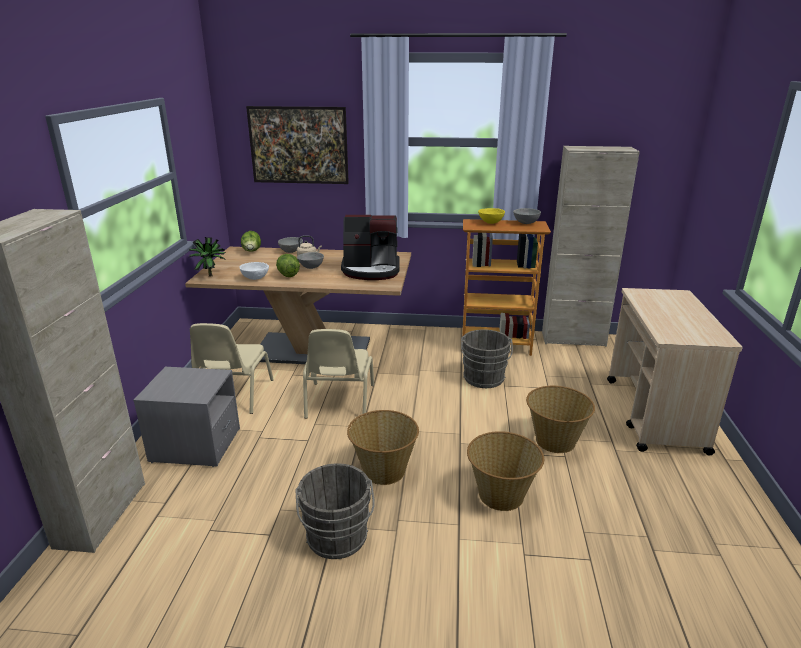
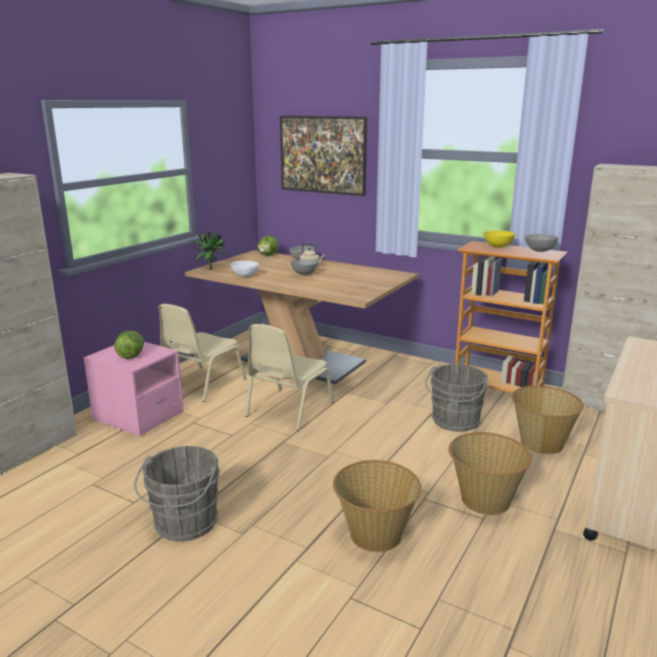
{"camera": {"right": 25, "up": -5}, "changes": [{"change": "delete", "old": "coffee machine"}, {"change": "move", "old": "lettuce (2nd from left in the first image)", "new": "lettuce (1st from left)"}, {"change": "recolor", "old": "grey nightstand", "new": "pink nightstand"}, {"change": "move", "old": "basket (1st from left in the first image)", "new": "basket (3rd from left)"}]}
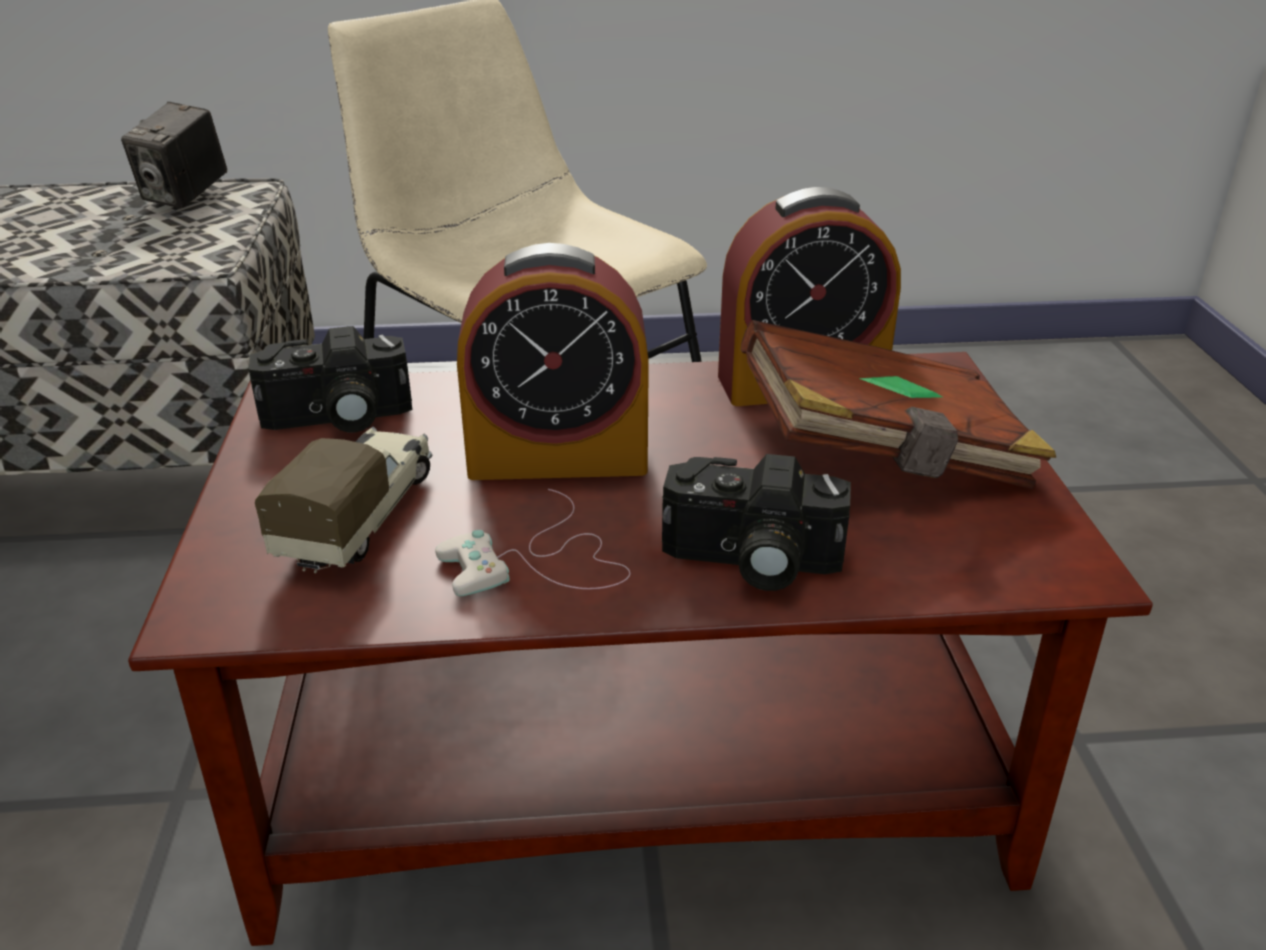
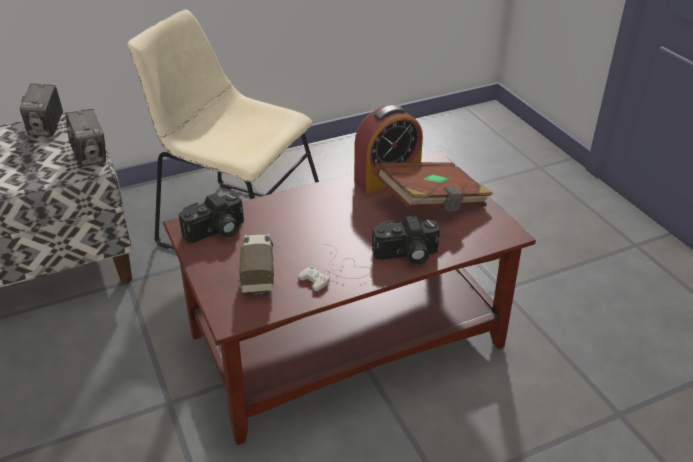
{"camera": {"right": -20, "up": 5}, "changes": [{"change": "delete", "old": "alarm clock (1st from left)"}, {"change": "insert", "new": "photo camera (2nd from left)"}]}
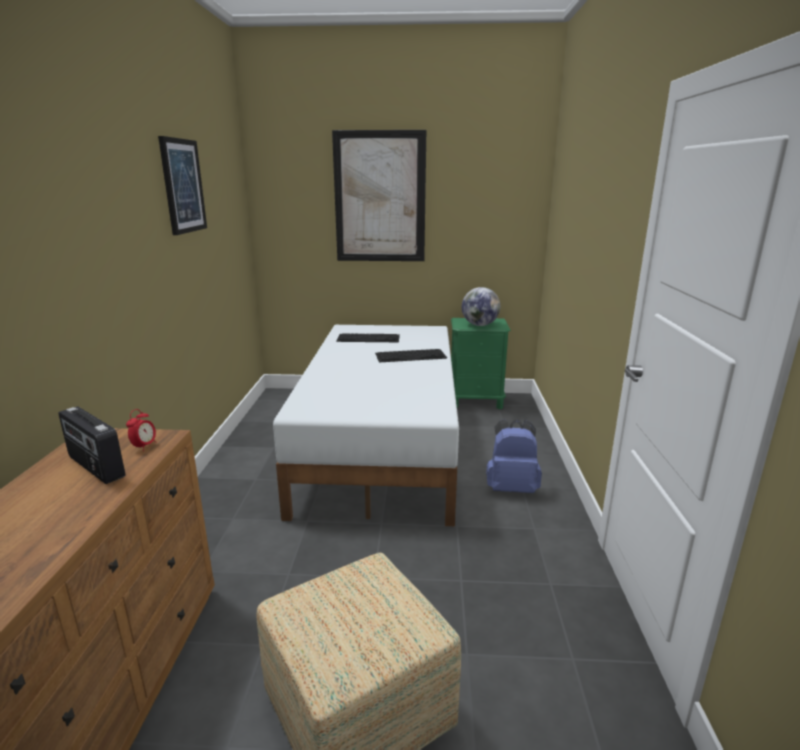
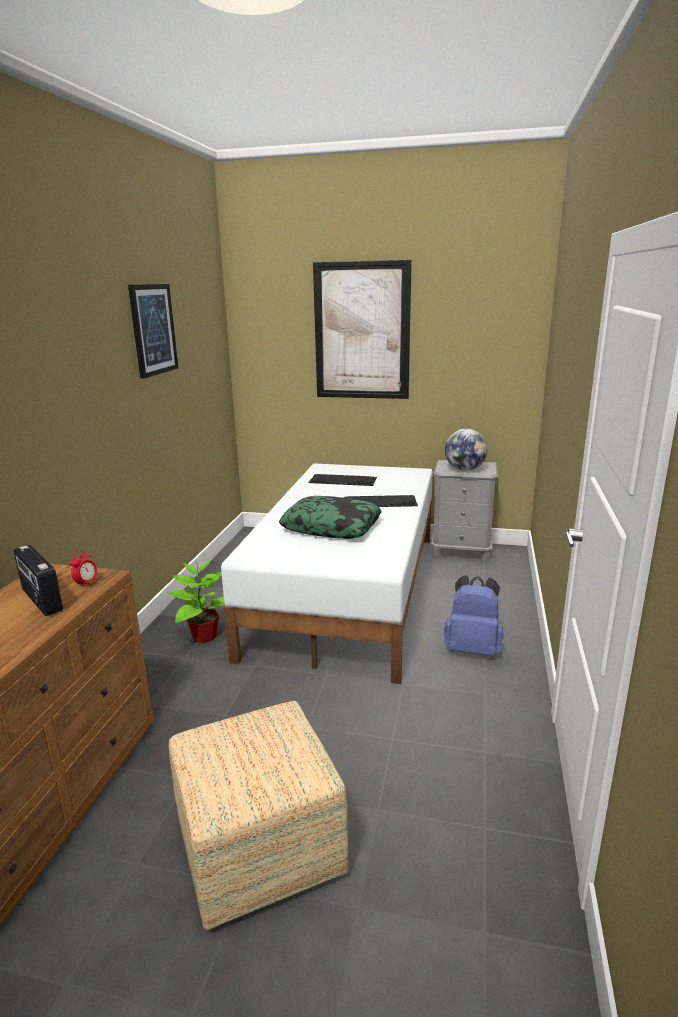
{"camera": {"right": 10, "up": 0}, "changes": [{"change": "recolor", "old": "green nightstand", "new": "grey nightstand"}, {"change": "insert", "new": "pillow"}, {"change": "insert", "new": "potted plant"}]}
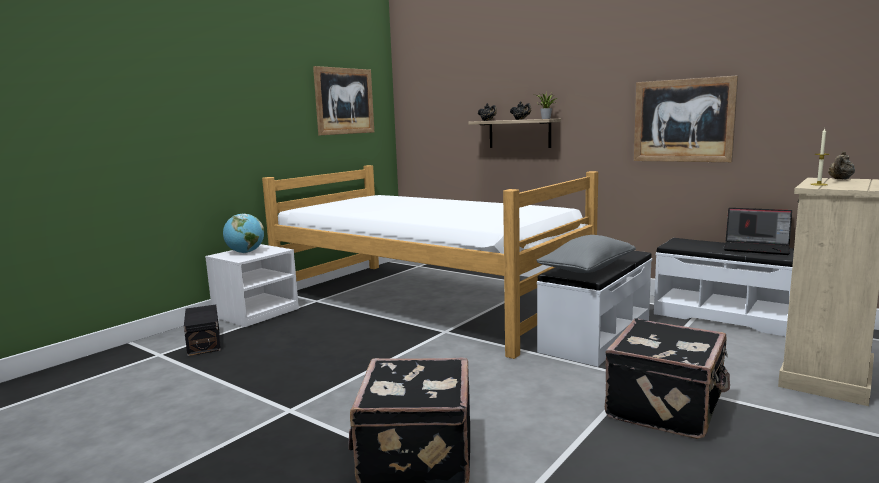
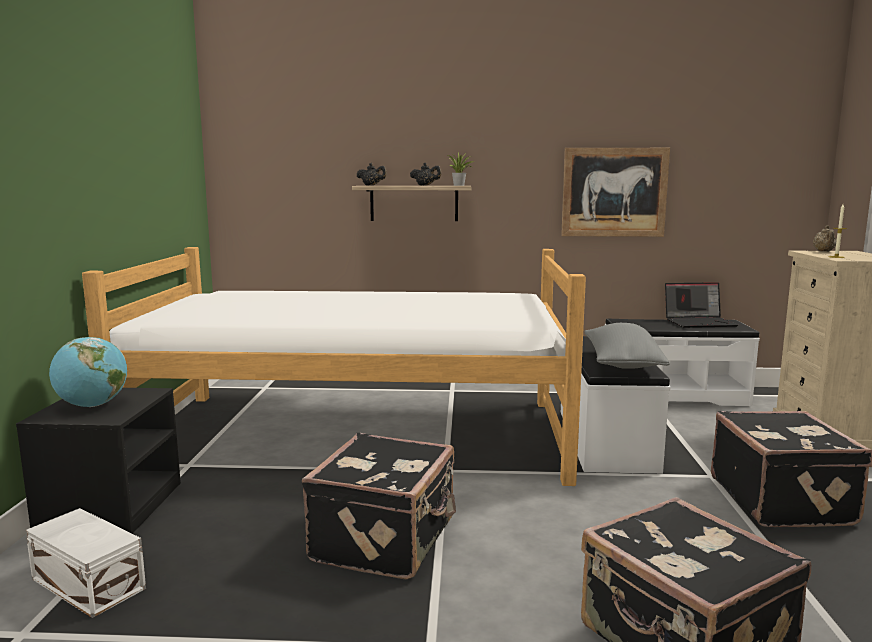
{"camera": {"right": -35, "up": 0}, "changes": [{"change": "delete", "old": "picture (1st from left)"}, {"change": "recolor", "old": "white nightstand", "new": "black nightstand"}, {"change": "recolor", "old": "black storage box", "new": "white storage box"}, {"change": "insert", "new": "black suitcase (1st from left)"}]}
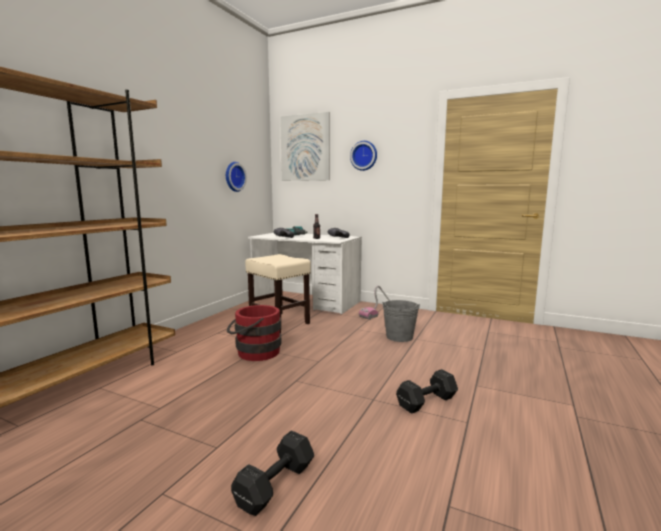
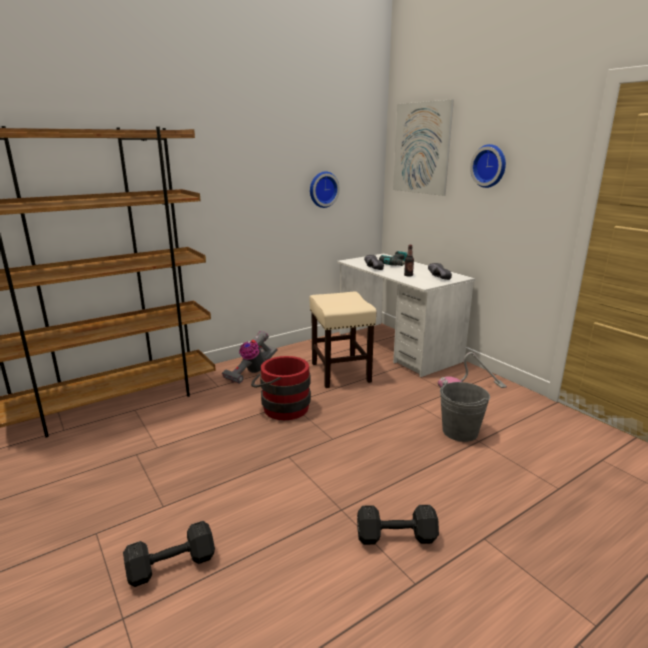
{"camera": {"right": 30, "up": 10}, "changes": [{"change": "insert", "new": "vacuum cleaner (1st from left)"}]}
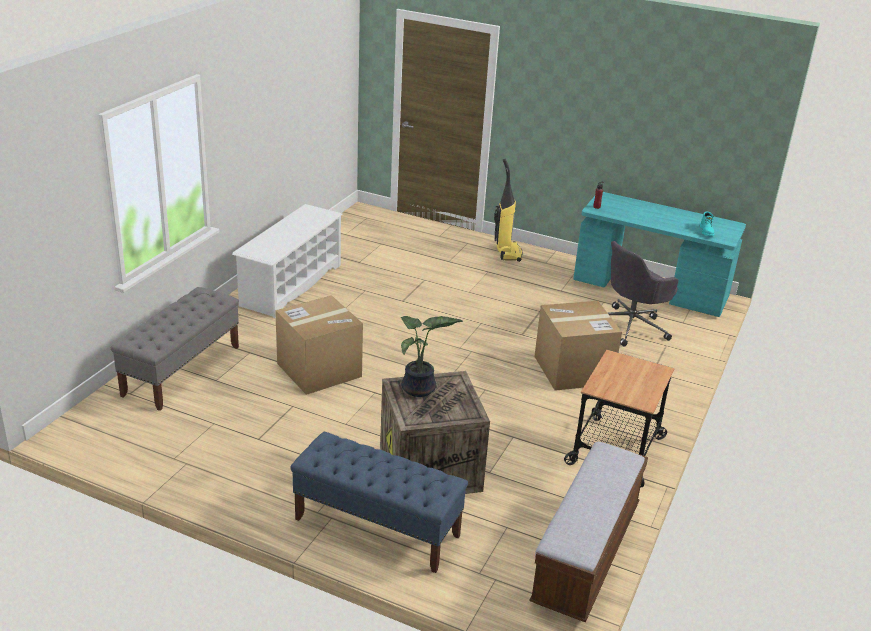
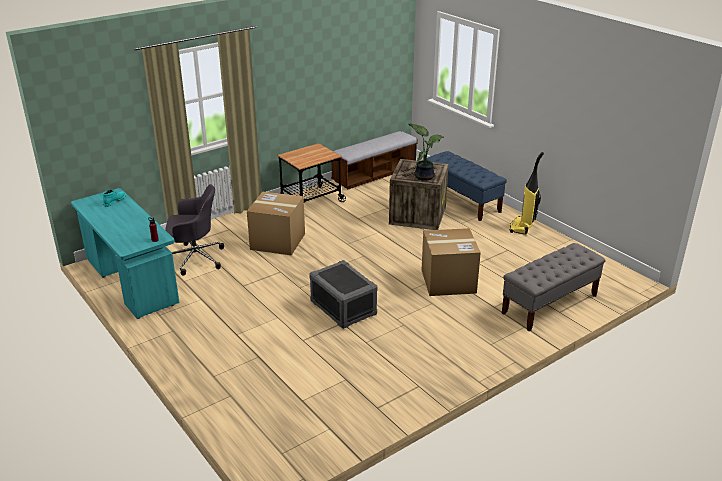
{"camera": {"right": -150, "up": 0}, "changes": [{"change": "move", "old": "vacuum cleaner"}, {"change": "delete", "old": "white shoe rack"}, {"change": "insert", "new": "grey storage box"}]}
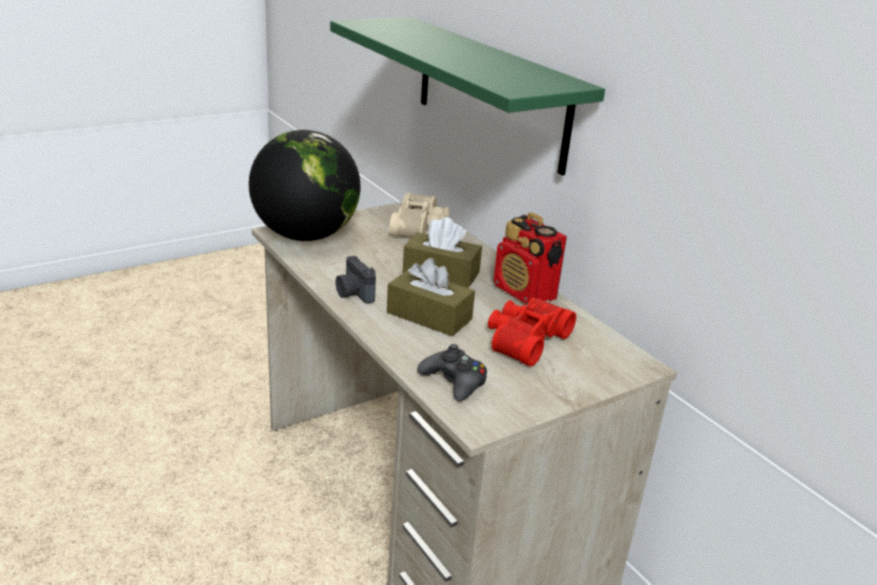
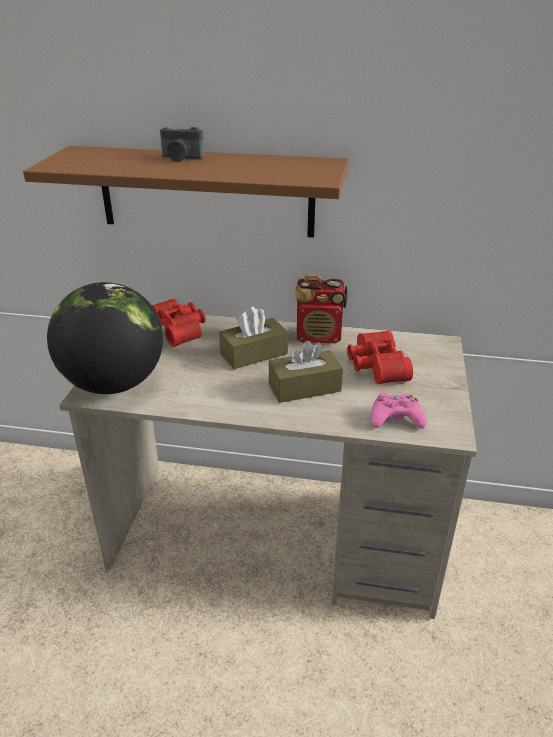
{"camera": {"right": -45, "up": 5}, "changes": [{"change": "recolor", "old": "green shelf", "new": "brown shelf"}, {"change": "recolor", "old": "beige binoculars", "new": "red binoculars (1st from left)"}, {"change": "move", "old": "photo camera"}, {"change": "recolor", "old": "black game controller", "new": "pink game controller"}]}
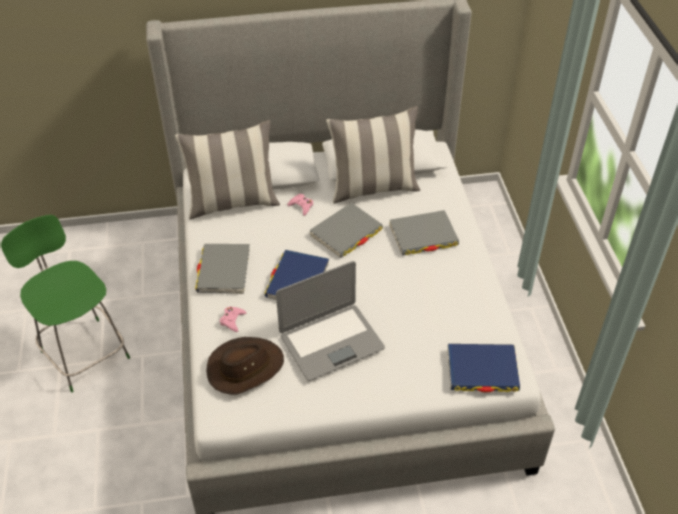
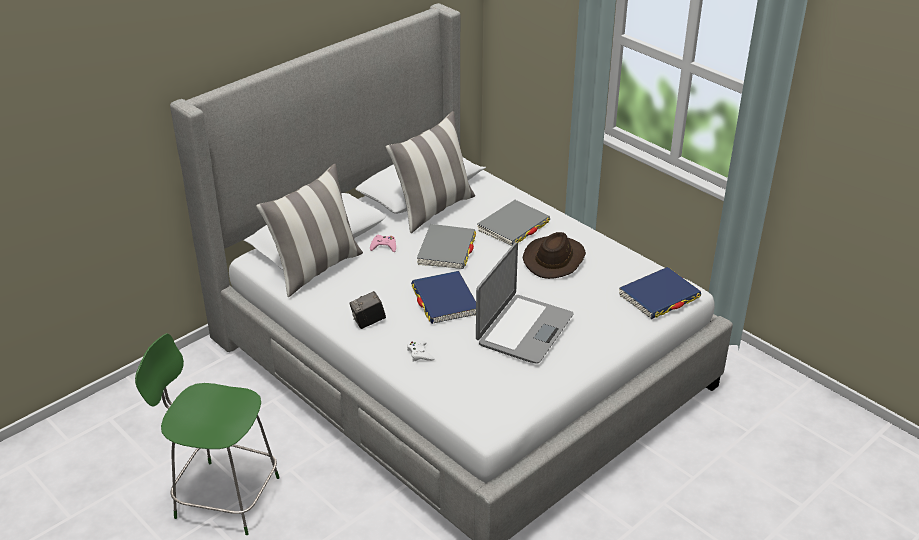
{"camera": {"right": -35, "up": -10}, "changes": [{"change": "replace", "old": "grey book (1st from left)", "new": "photo camera"}, {"change": "recolor", "old": "pink game controller (1st from left)", "new": "white game controller"}, {"change": "move", "old": "brown hat"}]}
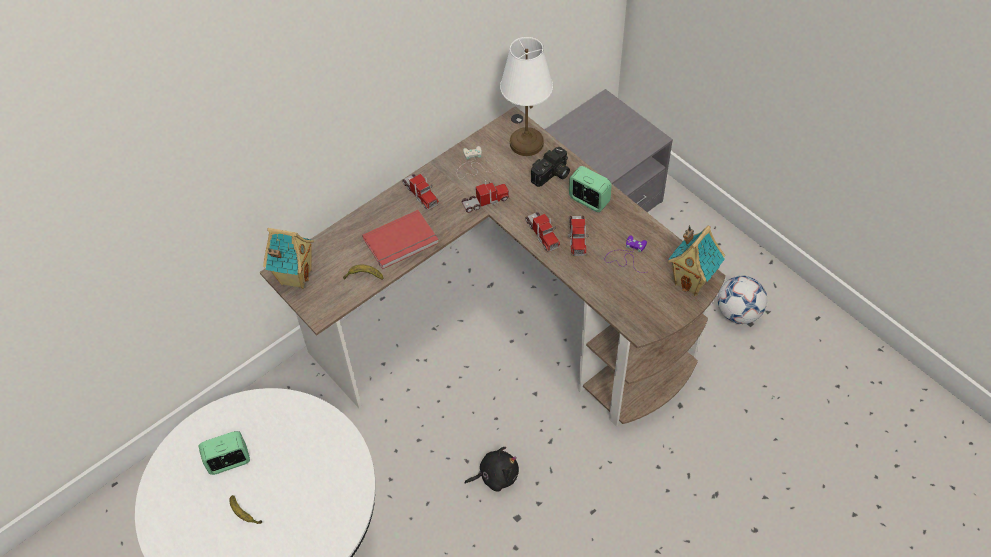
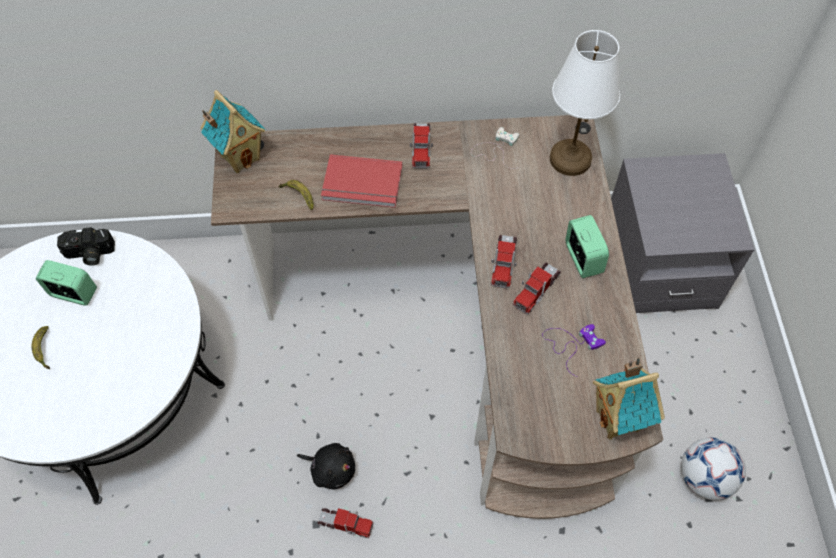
{"camera": {"right": 35, "up": 5}, "changes": [{"change": "move", "old": "photo camera"}, {"change": "move", "old": "toy truck (2nd from left in the first image)", "new": "toy truck (1st from left)"}]}
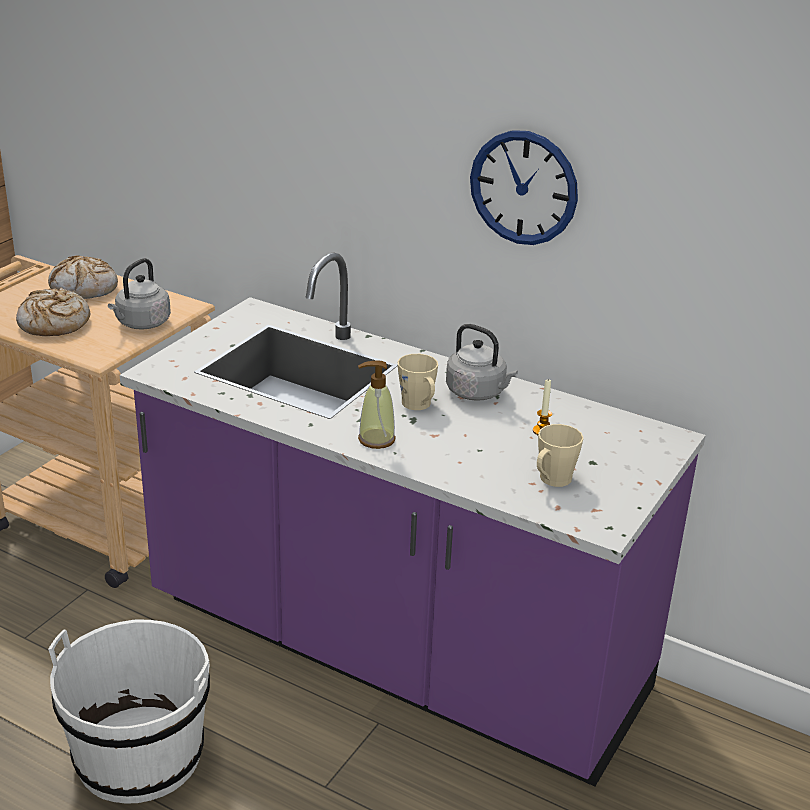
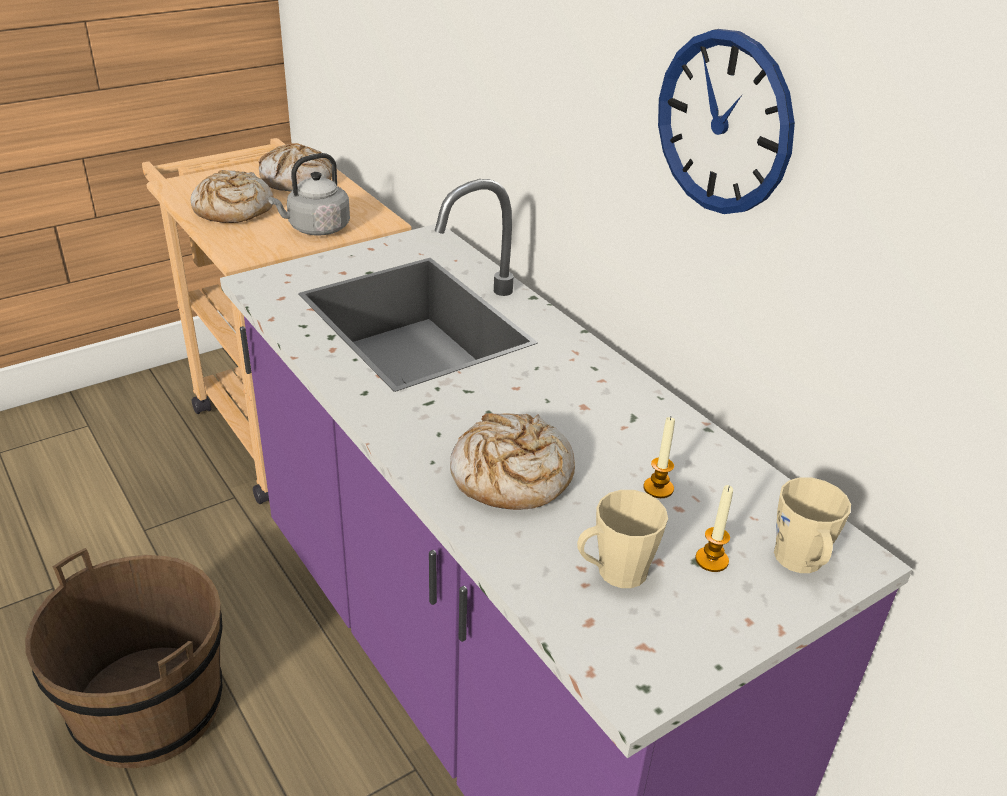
{"camera": {"right": 25, "up": 5}, "changes": [{"change": "delete", "old": "grey kettle (2nd from left)"}, {"change": "move", "old": "beige mug (1st from left in the first image)", "new": "beige mug (2nd from left)"}, {"change": "delete", "old": "soap dispenser"}, {"change": "recolor", "old": "white bucket", "new": "brown bucket"}, {"change": "insert", "new": "bread (3rd from left)"}, {"change": "insert", "new": "candle (2nd from left)"}]}
